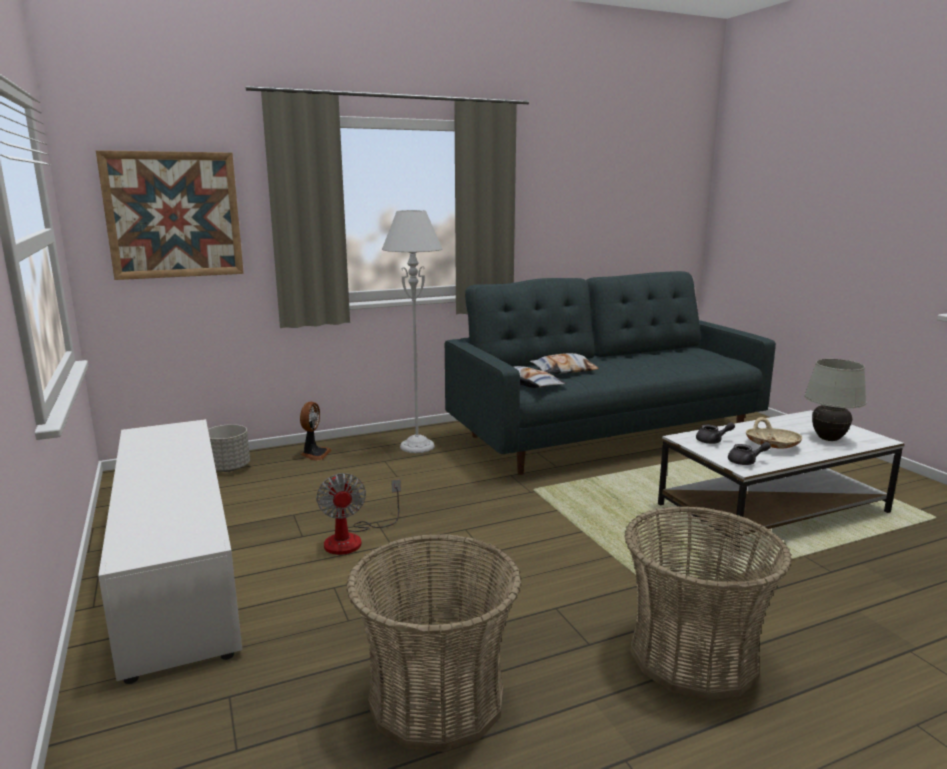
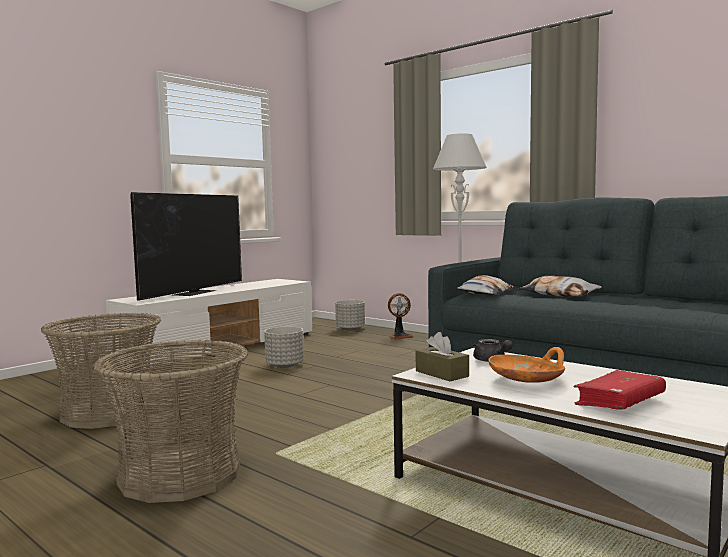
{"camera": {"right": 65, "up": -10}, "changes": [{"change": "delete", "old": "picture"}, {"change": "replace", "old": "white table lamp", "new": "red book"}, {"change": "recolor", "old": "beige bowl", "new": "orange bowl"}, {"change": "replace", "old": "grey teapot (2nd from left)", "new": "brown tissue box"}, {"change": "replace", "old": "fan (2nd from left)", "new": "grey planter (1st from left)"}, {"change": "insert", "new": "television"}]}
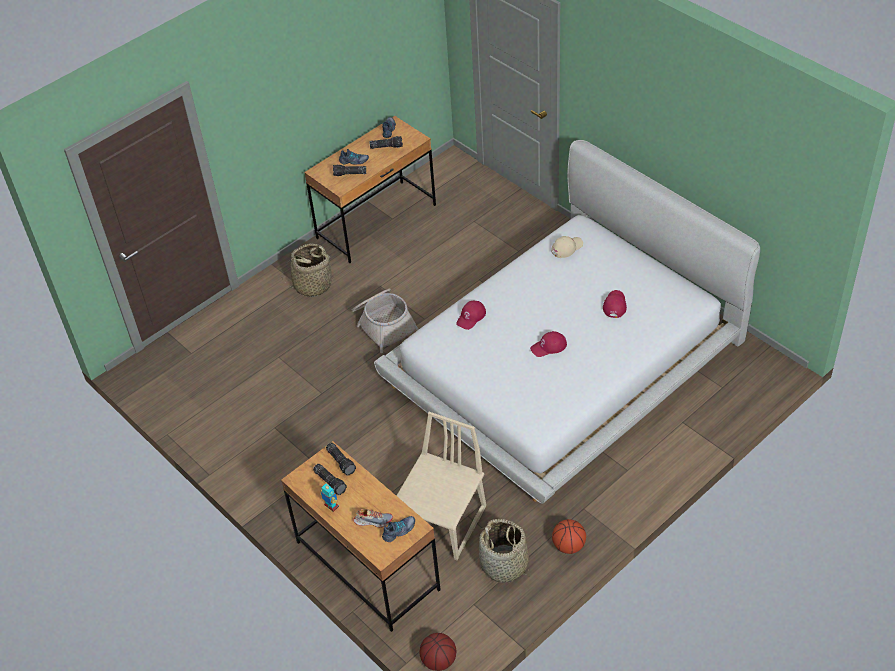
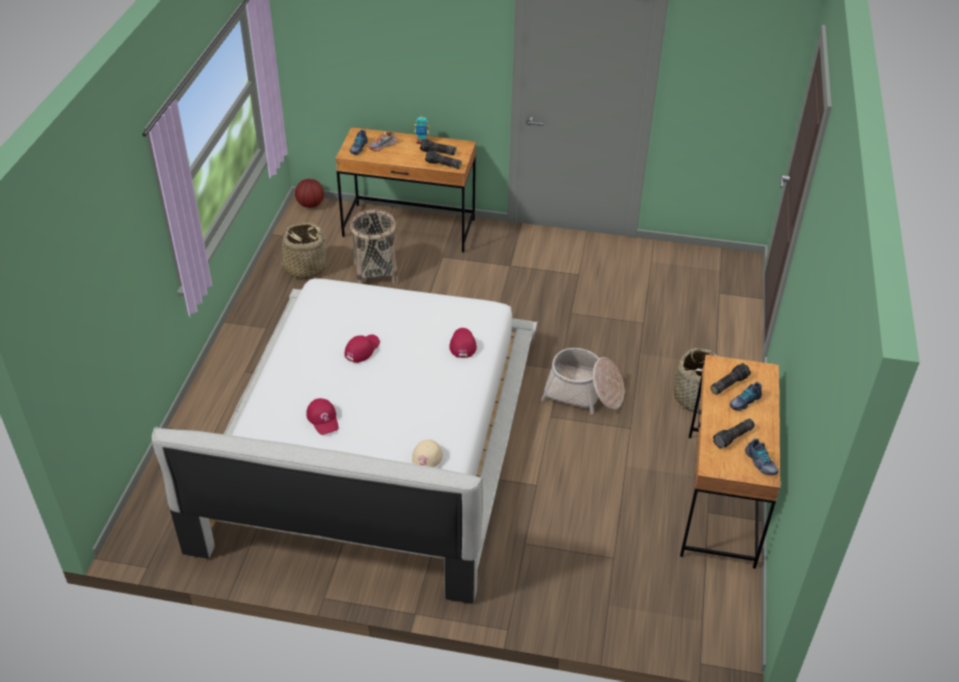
{"camera": {"right": 140, "up": -5}, "changes": [{"change": "replace", "old": "beige chair", "new": "basket (2nd from left)"}, {"change": "delete", "old": "basketball (2nd from left)"}]}
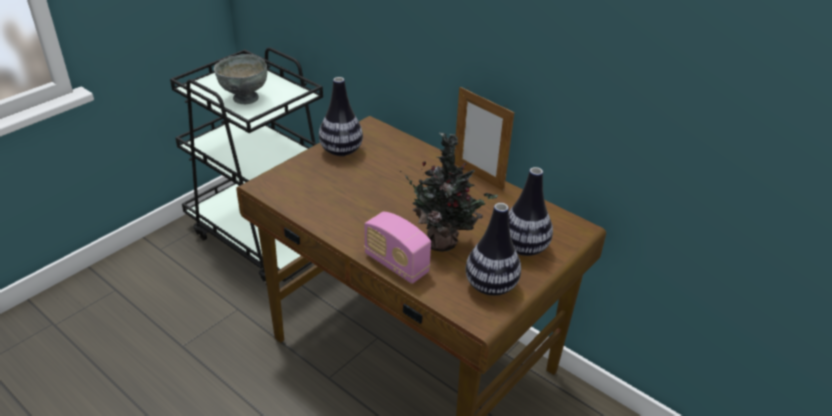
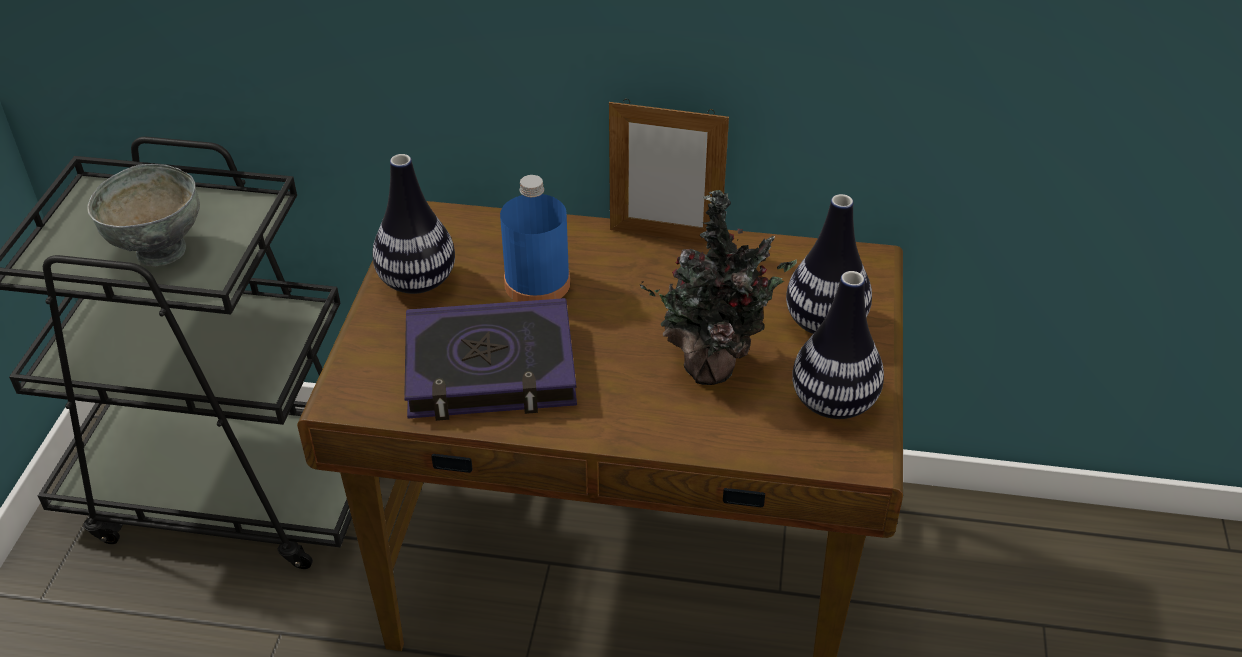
{"camera": {"right": -30, "up": 5}, "changes": [{"change": "delete", "old": "radio"}, {"change": "insert", "new": "blue bottle"}, {"change": "insert", "new": "book"}]}
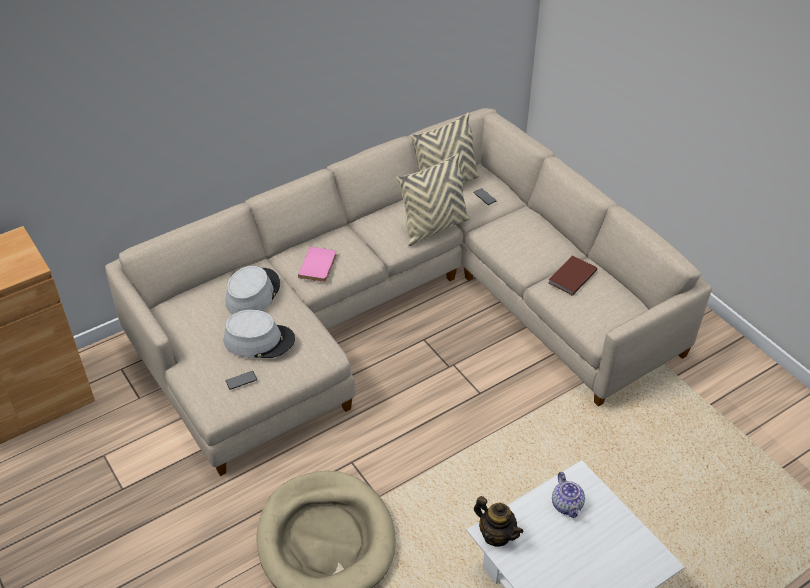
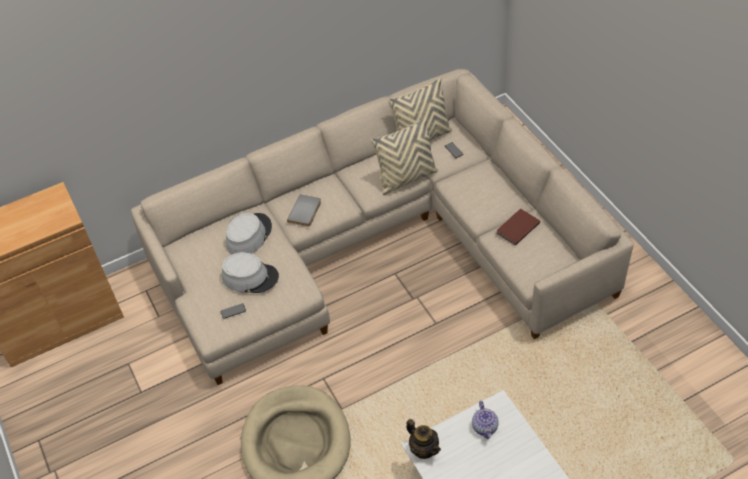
{"camera": {"right": 10, "up": 5}, "changes": [{"change": "recolor", "old": "pink book", "new": "grey book"}]}
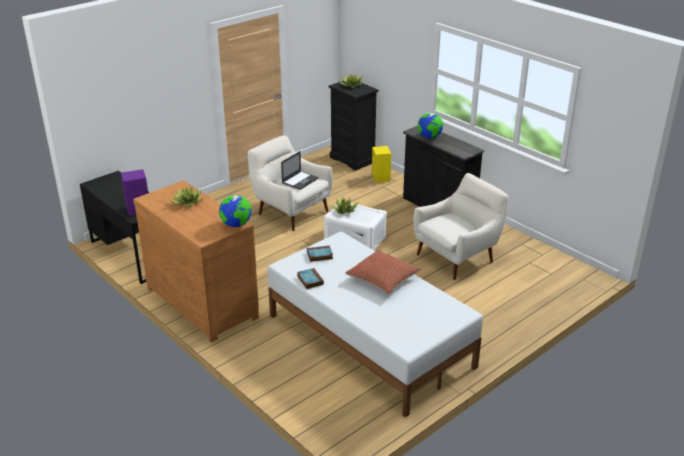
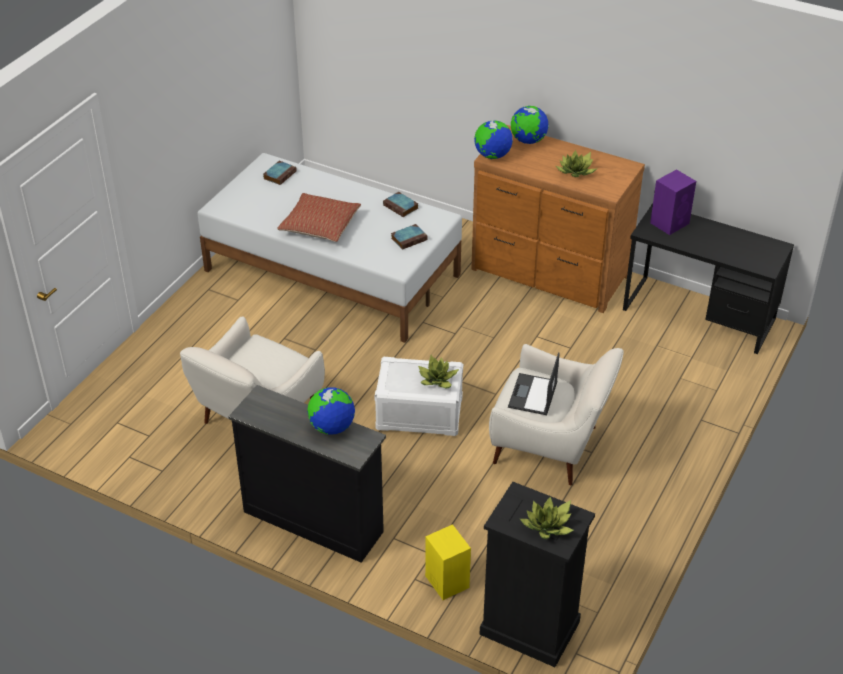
{"camera": {"right": 160, "up": 10}, "changes": [{"change": "insert", "new": "globe (3rd from left)"}, {"change": "insert", "new": "book (1st from left)"}]}
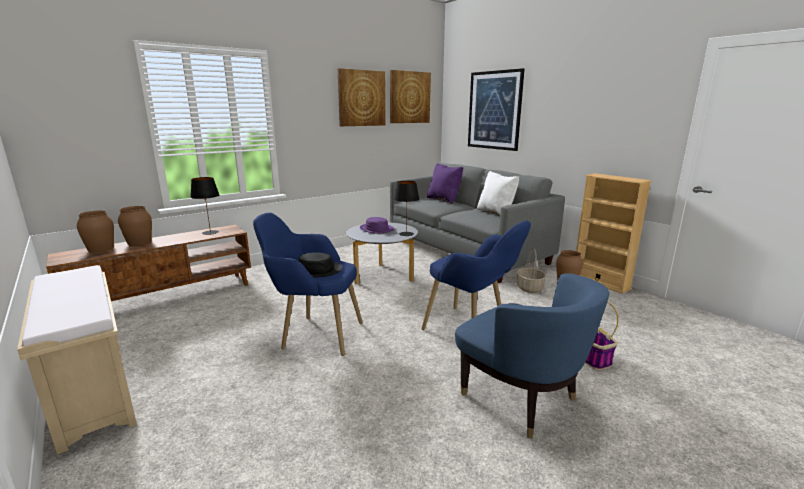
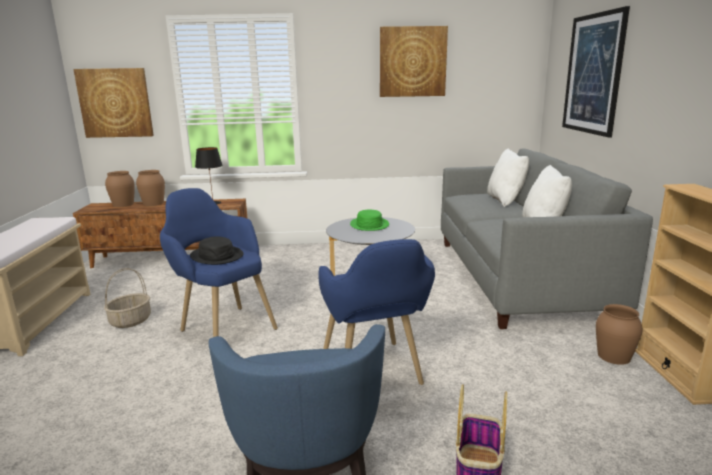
{"camera": {"right": 35, "up": 0}, "changes": [{"change": "move", "old": "picture (2nd from left in the first image)", "new": "picture (1st from left)"}, {"change": "recolor", "old": "purple pillow", "new": "white pillow (1st from left)"}, {"change": "delete", "old": "black table lamp (2nd from left)"}, {"change": "recolor", "old": "purple hat", "new": "green hat"}, {"change": "move", "old": "basket (1st from left)"}]}
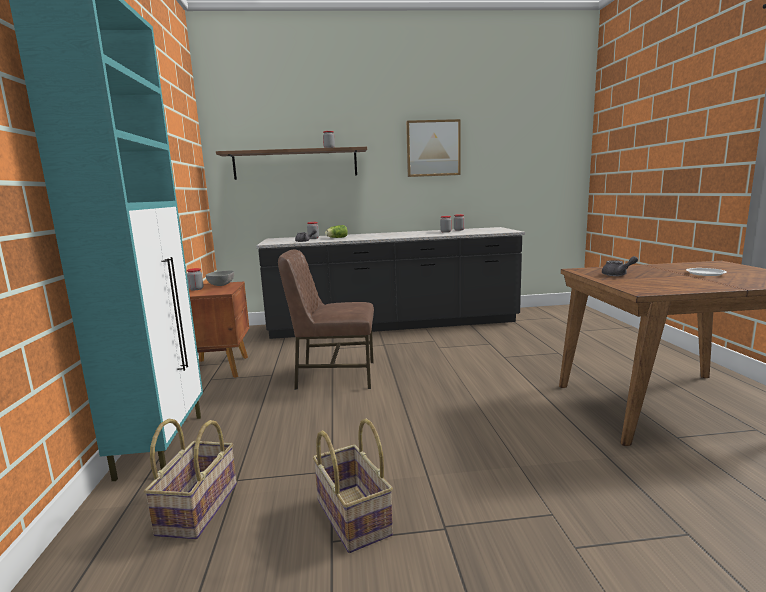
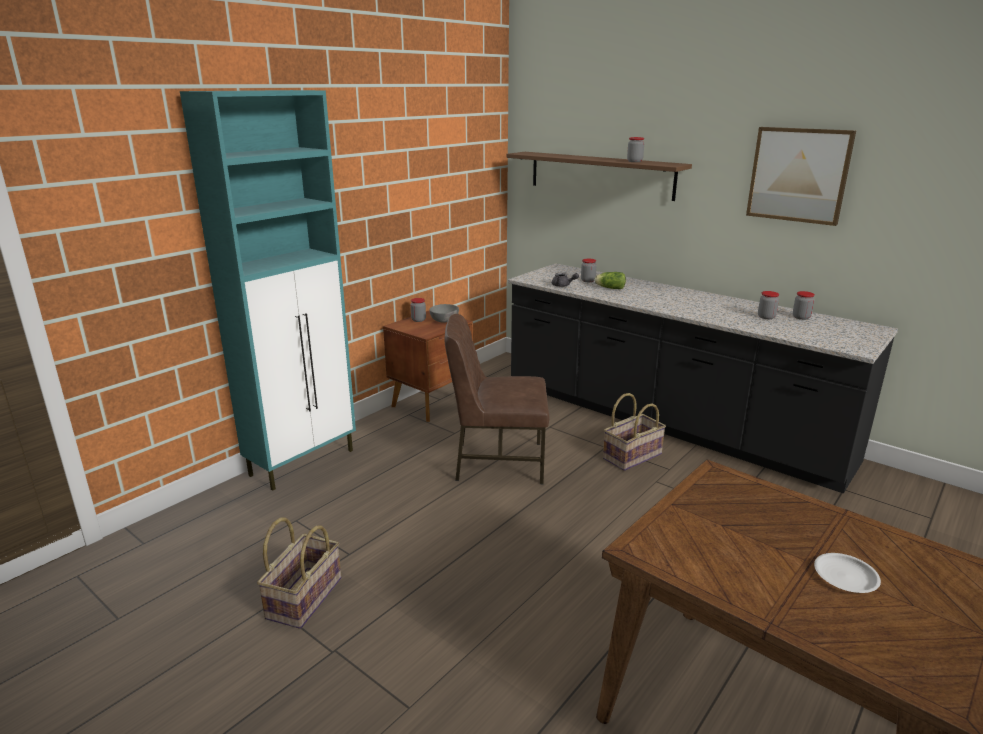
{"camera": {"right": 45, "up": 10}, "changes": [{"change": "rotate", "old": "brown chair", "degrees": -45}, {"change": "delete", "old": "grey teapot (2nd from left)"}, {"change": "move", "old": "basket (1st from left in the first image)", "new": "basket (2nd from left)"}]}
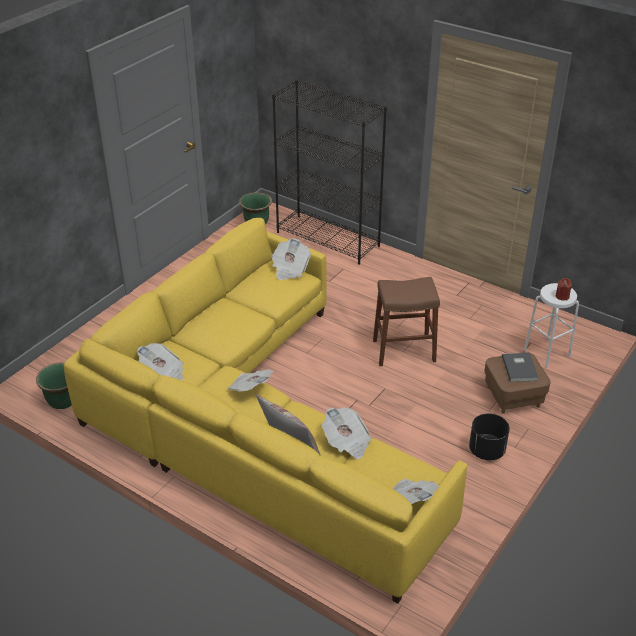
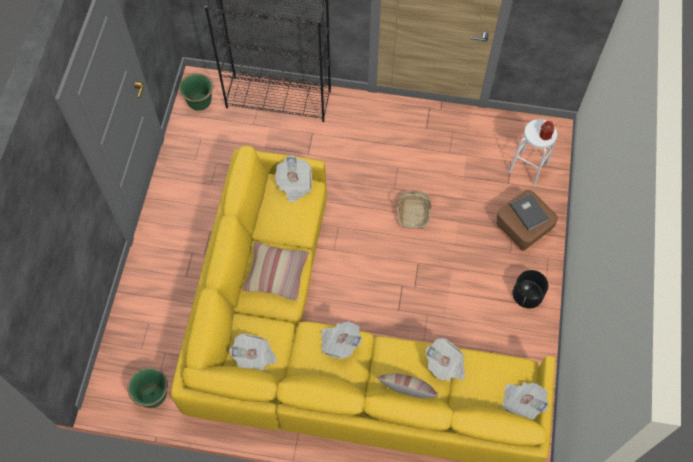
{"camera": {"right": -25, "up": 25}, "changes": [{"change": "replace", "old": "brown stool", "new": "basket"}, {"change": "insert", "new": "pillow (1st from left)"}]}
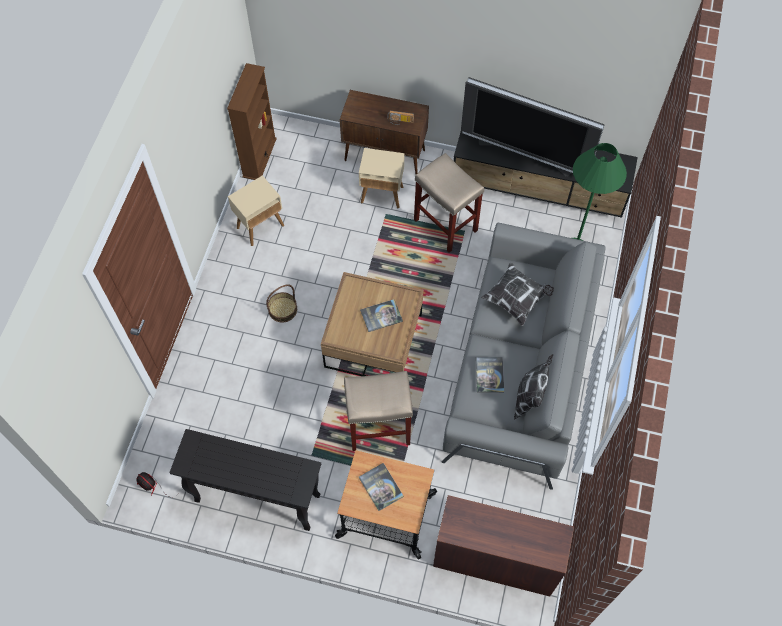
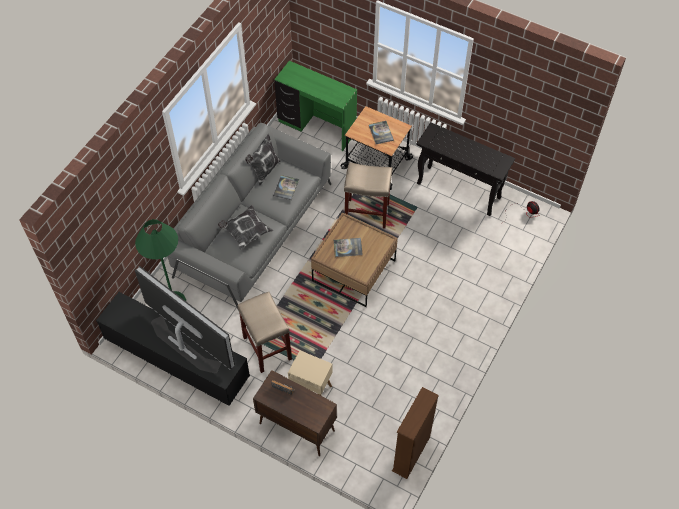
{"camera": {"right": -165, "up": -5}, "changes": [{"change": "delete", "old": "beige side table (1st from left)"}, {"change": "delete", "old": "basket"}, {"change": "recolor", "old": "brown desk", "new": "green desk"}]}
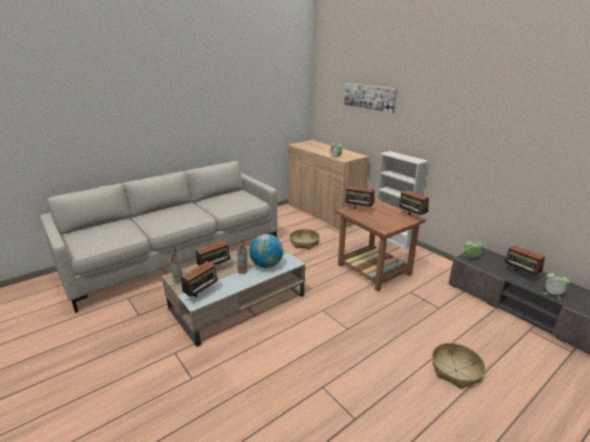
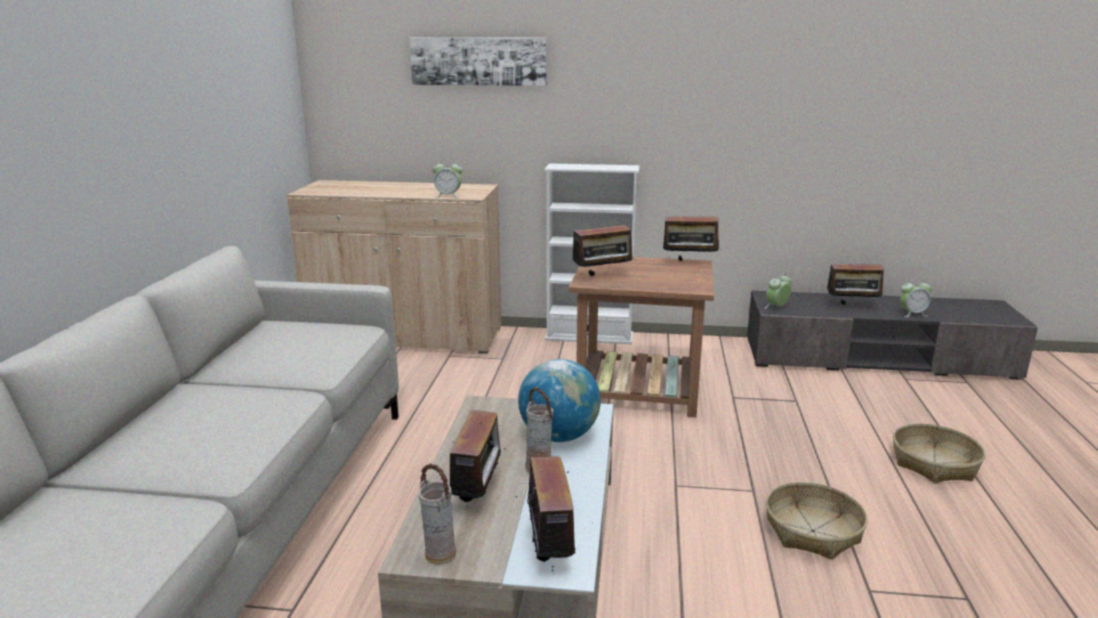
{"camera": {"right": -45, "up": -5}, "changes": [{"change": "move", "old": "basket (1st from left)"}]}
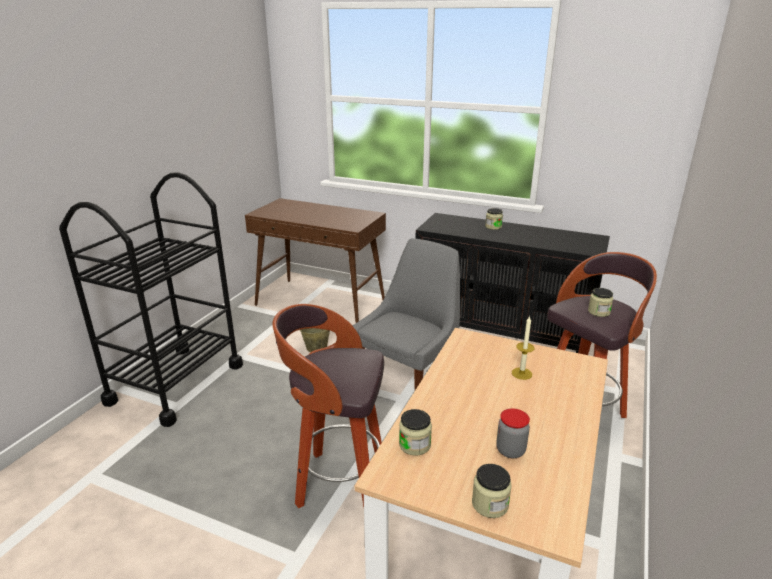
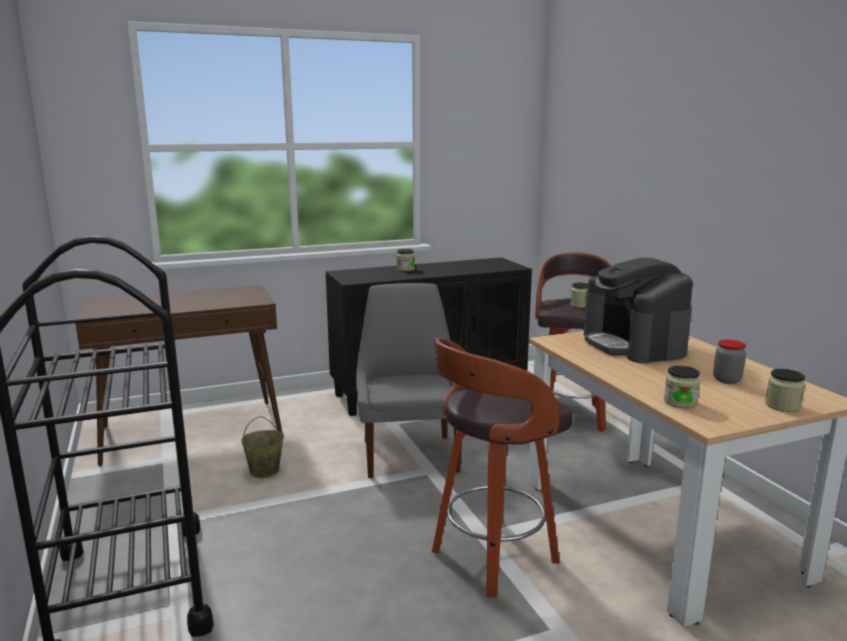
{"camera": {"right": -45, "up": -10}, "changes": [{"change": "replace", "old": "candle", "new": "coffee machine"}]}
